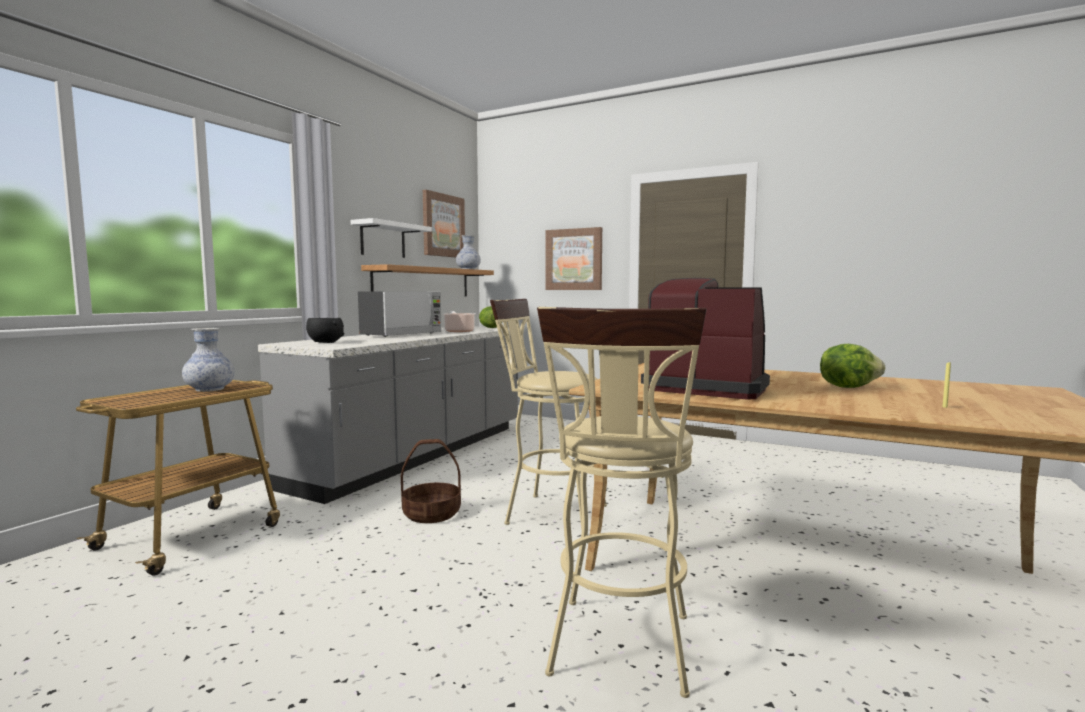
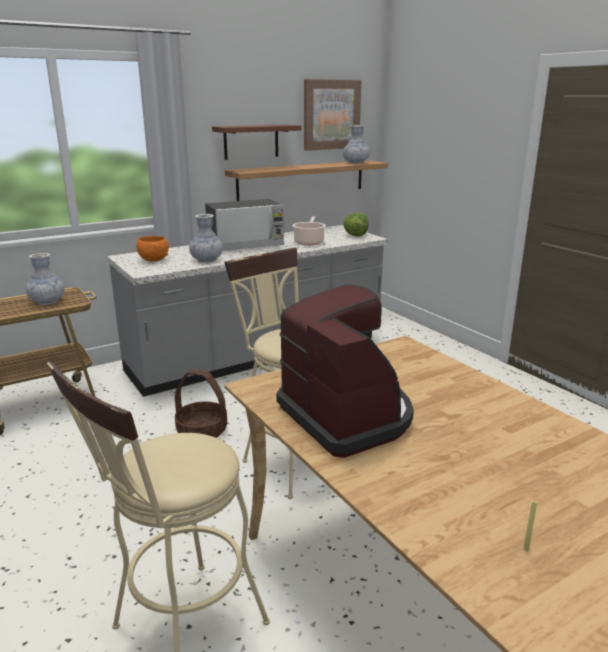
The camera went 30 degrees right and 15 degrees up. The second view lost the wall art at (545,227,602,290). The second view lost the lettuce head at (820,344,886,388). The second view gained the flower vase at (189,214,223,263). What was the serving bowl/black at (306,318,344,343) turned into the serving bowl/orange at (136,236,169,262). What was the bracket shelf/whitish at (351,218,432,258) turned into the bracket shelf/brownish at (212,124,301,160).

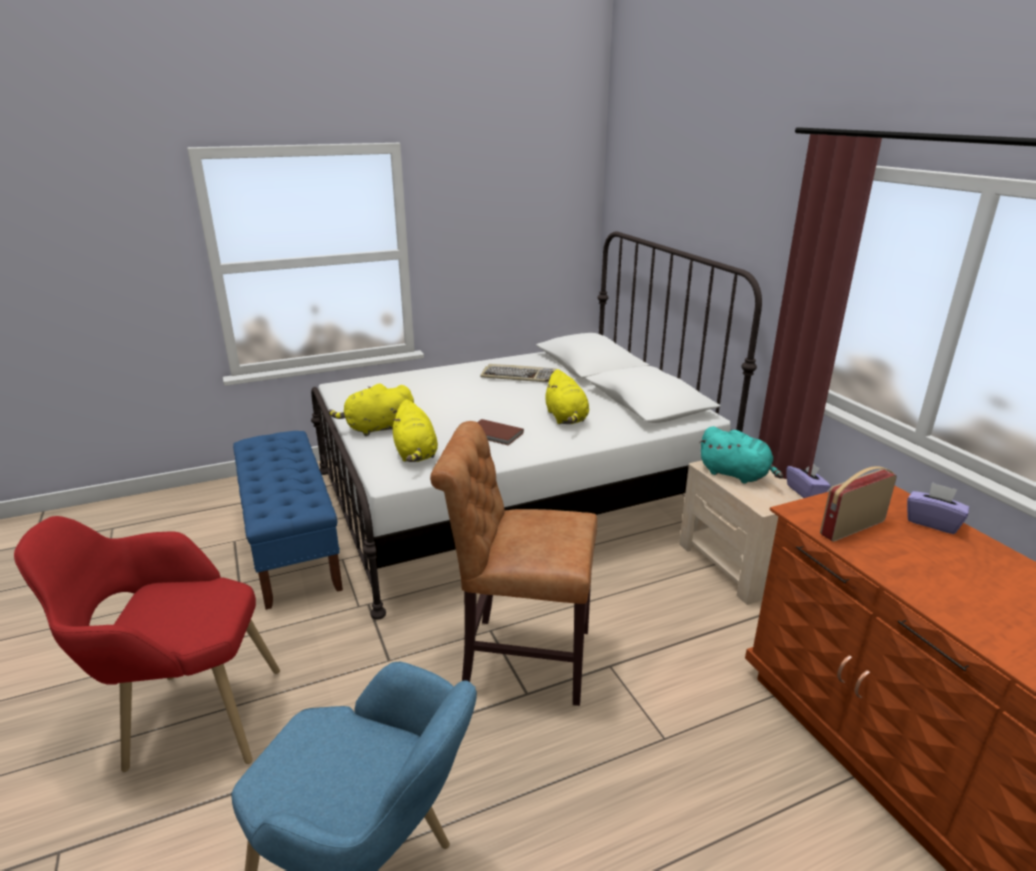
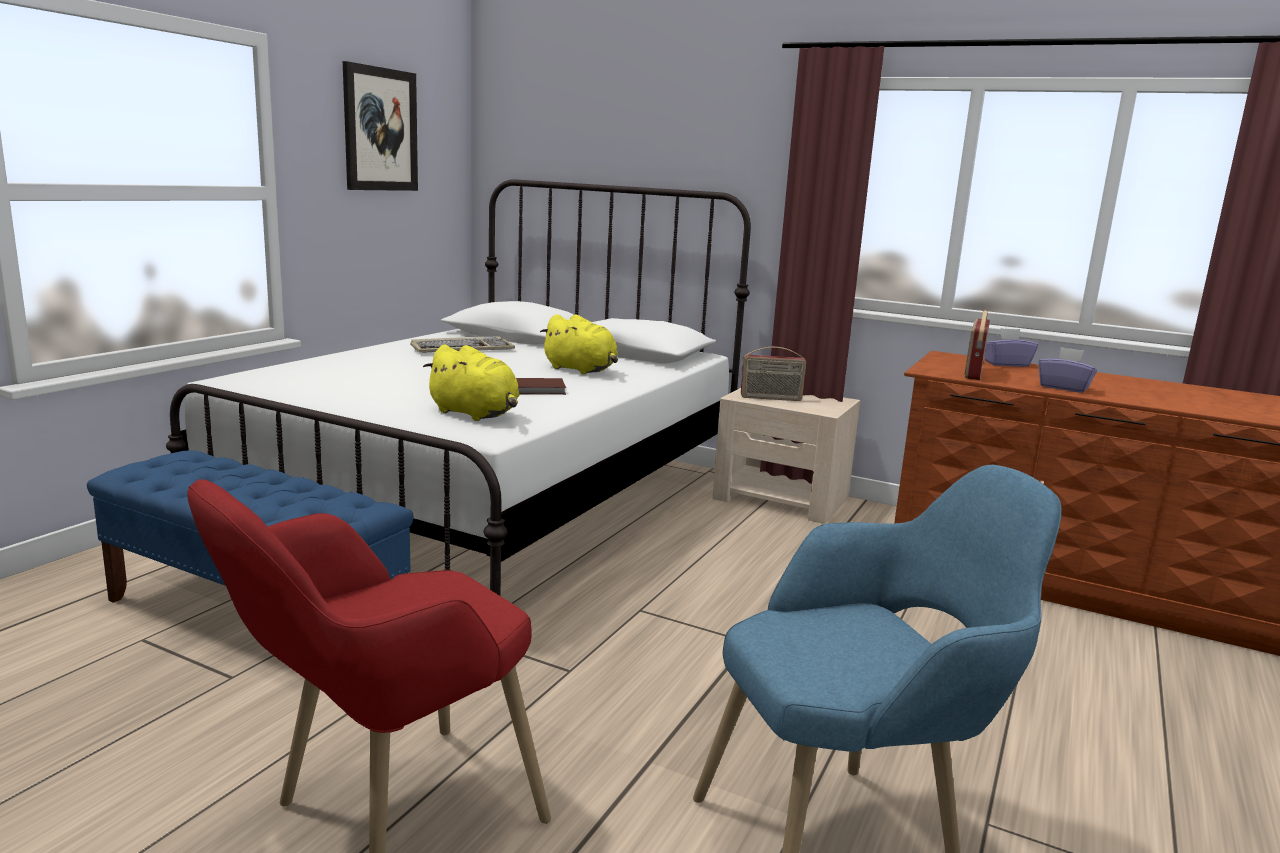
The camera went 40 degrees left and 10 degrees down. The second view lost the plush toy/yellowish at (329,383,414,436). The second view lost the chair/brownish at (430,421,597,706). The second view gained the wall art at (343,61,418,191). The tissue holder/purplish ended up elsewhere, having gone from (786,464,831,498) to (1038,347,1097,393). Where the plush toy/turquoise stood at (699,426,783,484), the radio receiver came to stand at (741,347,806,401).

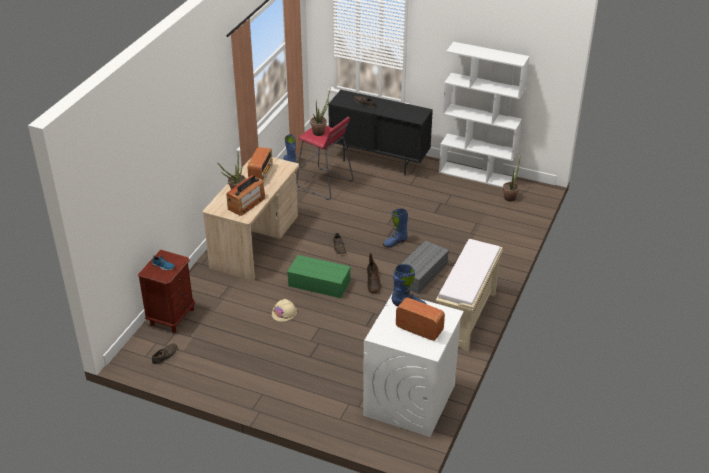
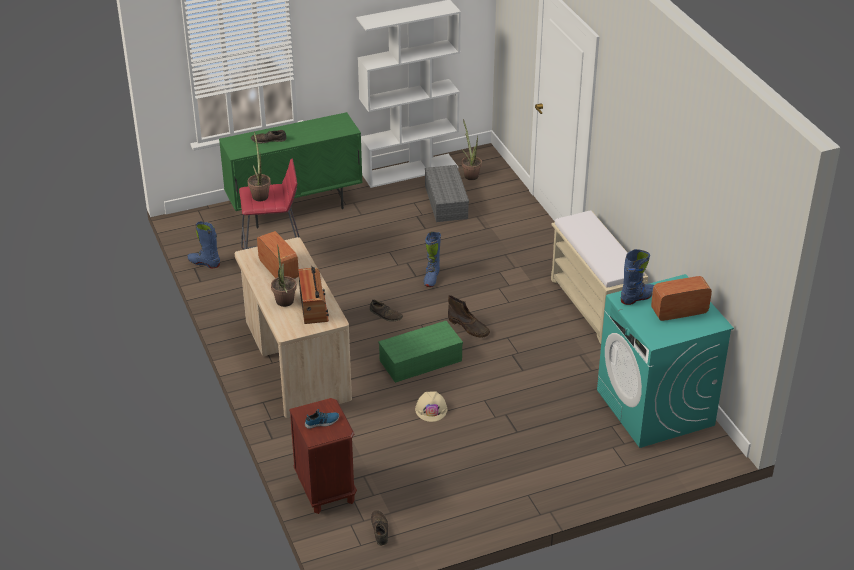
The camera went 45 degrees left and 0 degrees up. The storage container/greyish ended up elsewhere, having gone from (401,240,449,294) to (425,165,469,222). What was the cupboard/black at (328,90,433,176) turned into the cupboard/greenish at (219,112,363,228). What was the laundry appliance/whitish at (363,295,464,437) turned into the laundry appliance/turquoise at (597,274,734,448).

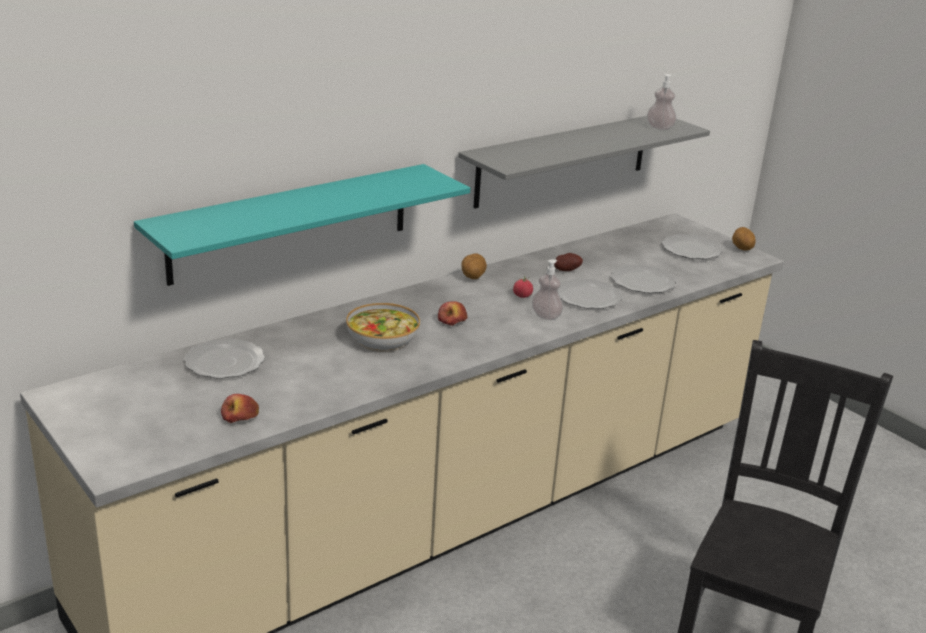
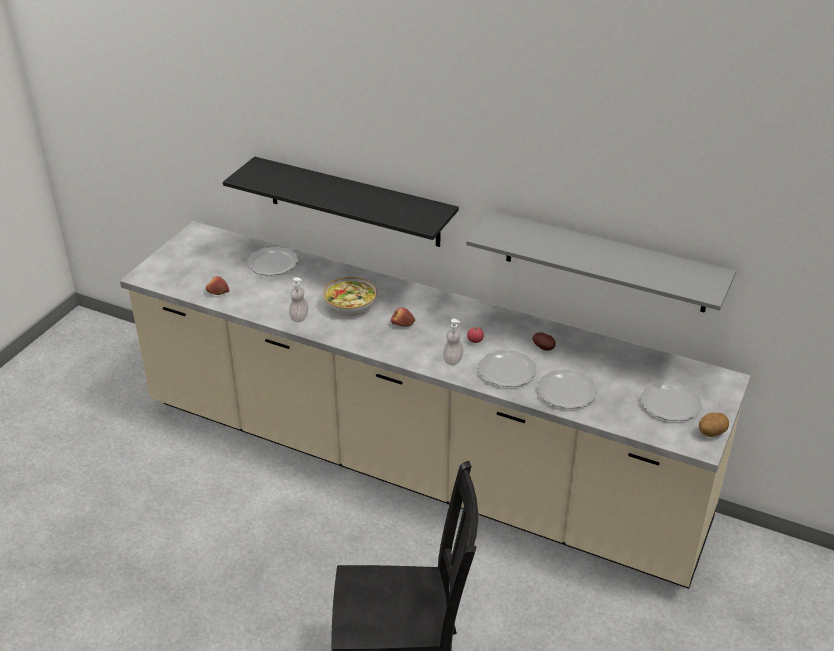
The camera went 65 degrees right and 10 degrees up. The second view lost the potato at (461,254,487,279). The soap dispenser ended up elsewhere, having gone from (647,74,676,130) to (289,277,309,322). What was the bracket shelf/turquoise at (134,164,470,286) turned into the bracket shelf/black at (223,157,459,247).

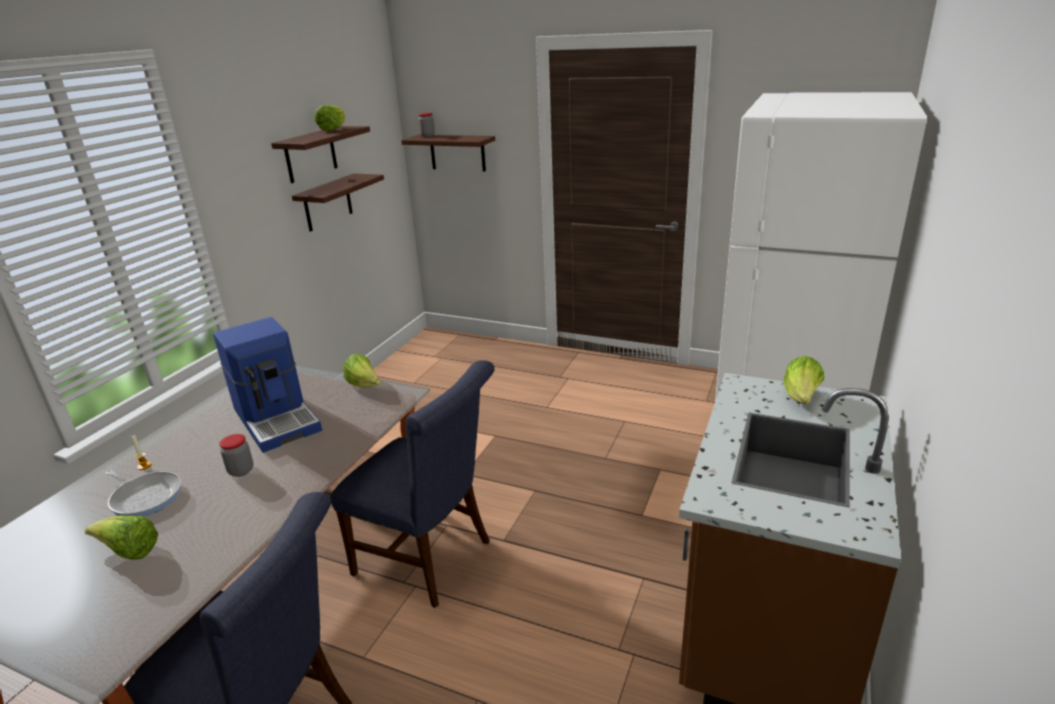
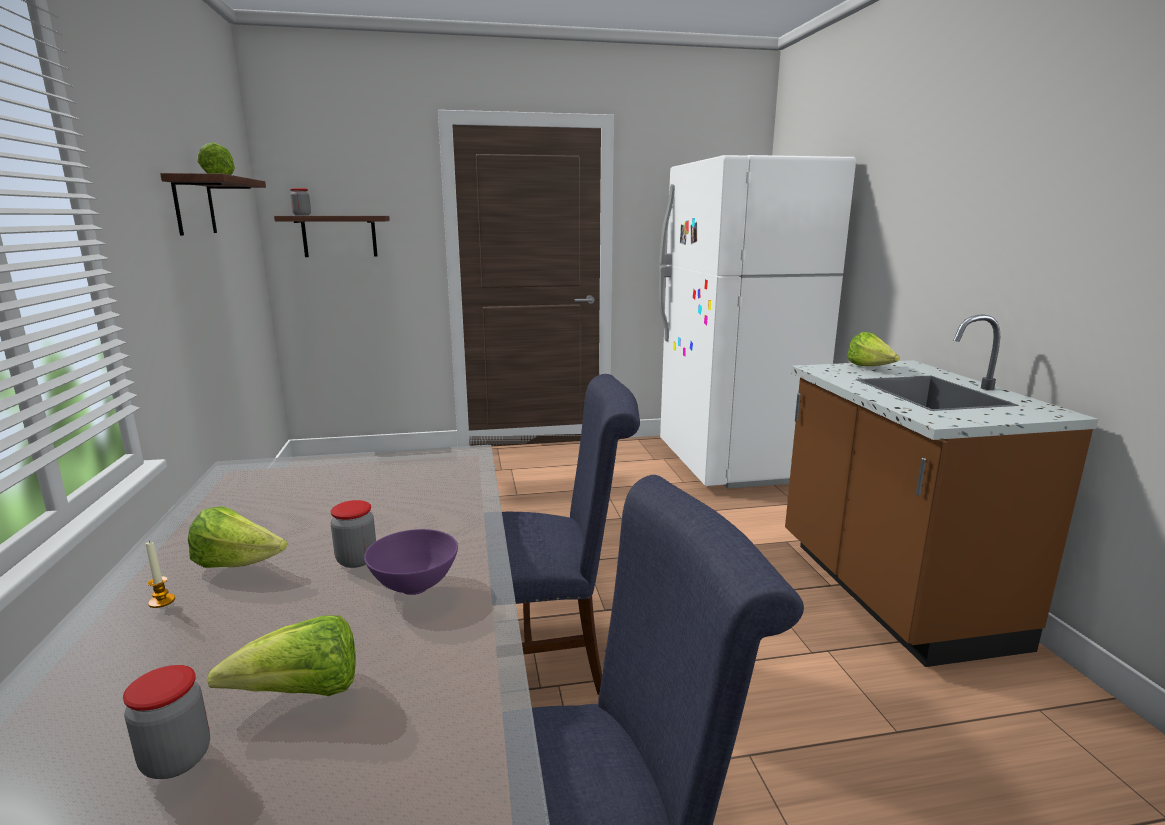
The camera went 35 degrees left and 10 degrees down. The second view lost the pan at (105,470,181,517). The second view lost the coffee machine at (213,317,322,453). The second view lost the bracket shelf at (292,173,384,232). The second view gained the preserve jar at (123,665,210,779). The second view gained the serving bowl/purplish at (364,529,458,595). The lettuce head ended up elsewhere, having gone from (343,354,381,388) to (188,506,287,568).

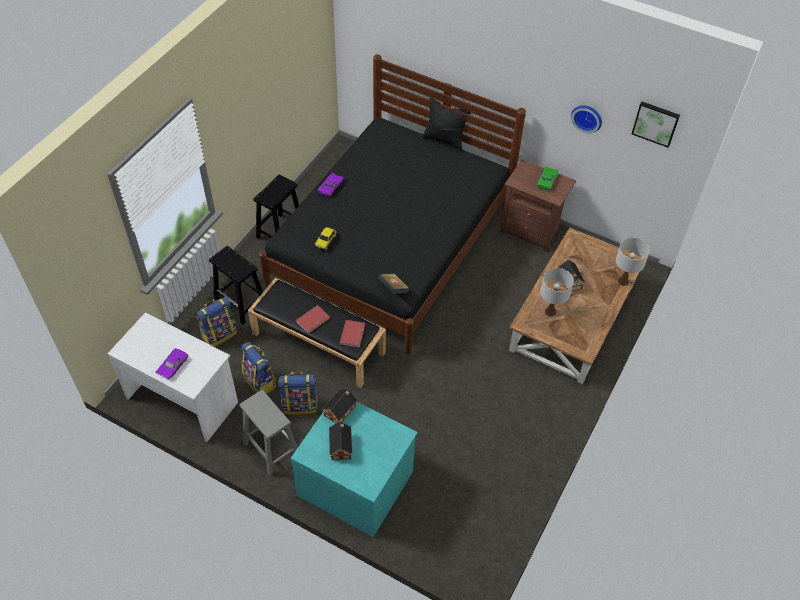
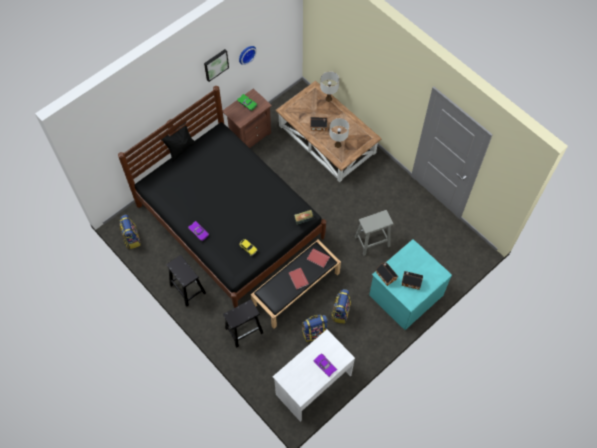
The camera went 70 degrees left and 10 degrees up. The knapsack ended up elsewhere, having gone from (197,297,237,347) to (120,214,141,249). The stool/greyish ended up elsewhere, having gone from (240,390,298,476) to (355,210,393,256). The wall art ended up elsewhere, having gone from (632,102,680,148) to (204,49,229,82).

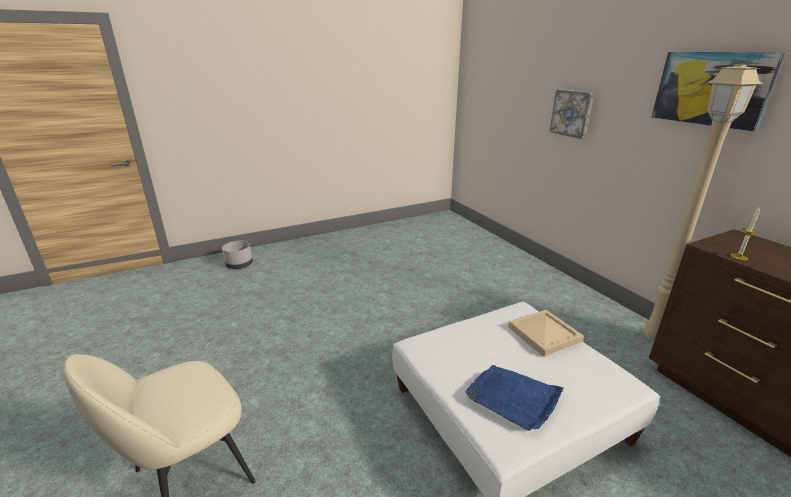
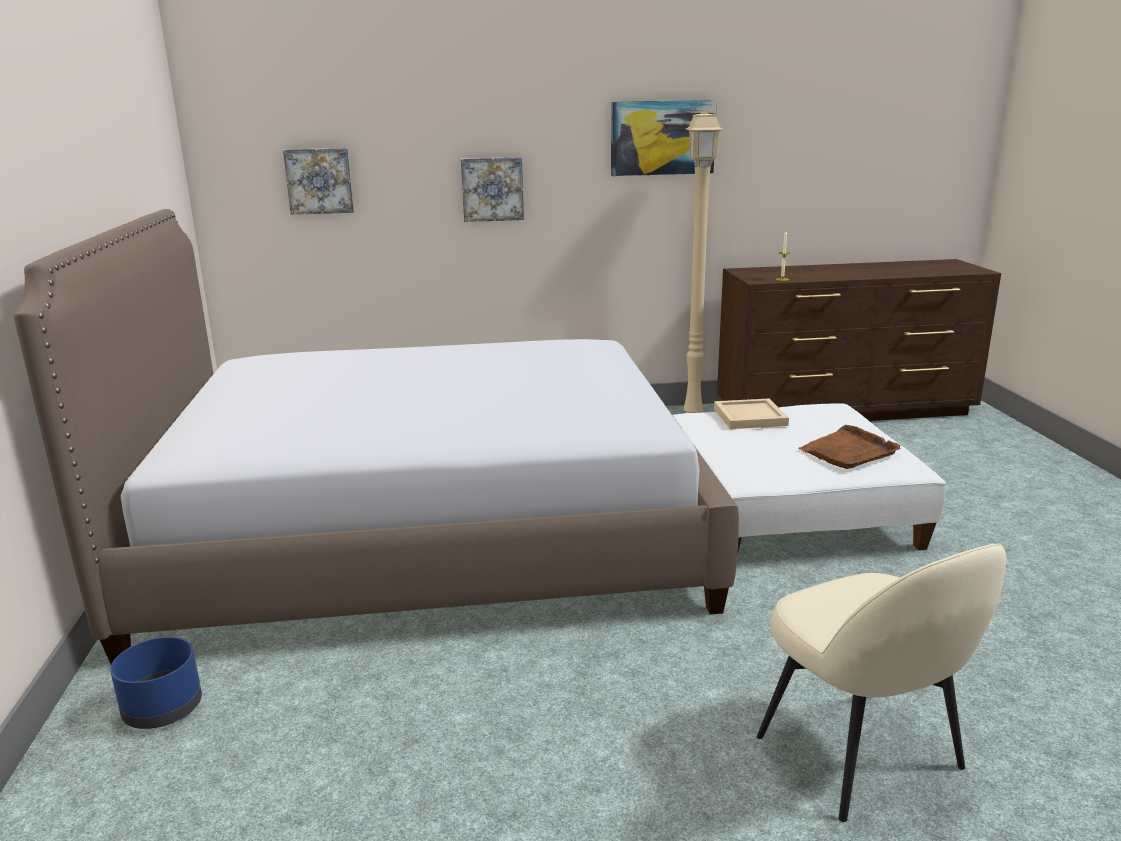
The camera went 70 degrees left and 5 degrees down. The second view gained the bedroom bed at (14,209,739,664). The second view gained the wall art at (283,148,354,215). What was the planter/greyish at (222,241,253,269) turned into the planter/bluish at (110,637,202,729). What was the serving tray/bluish at (466,365,564,431) turned into the serving tray/brownish at (798,425,901,469).

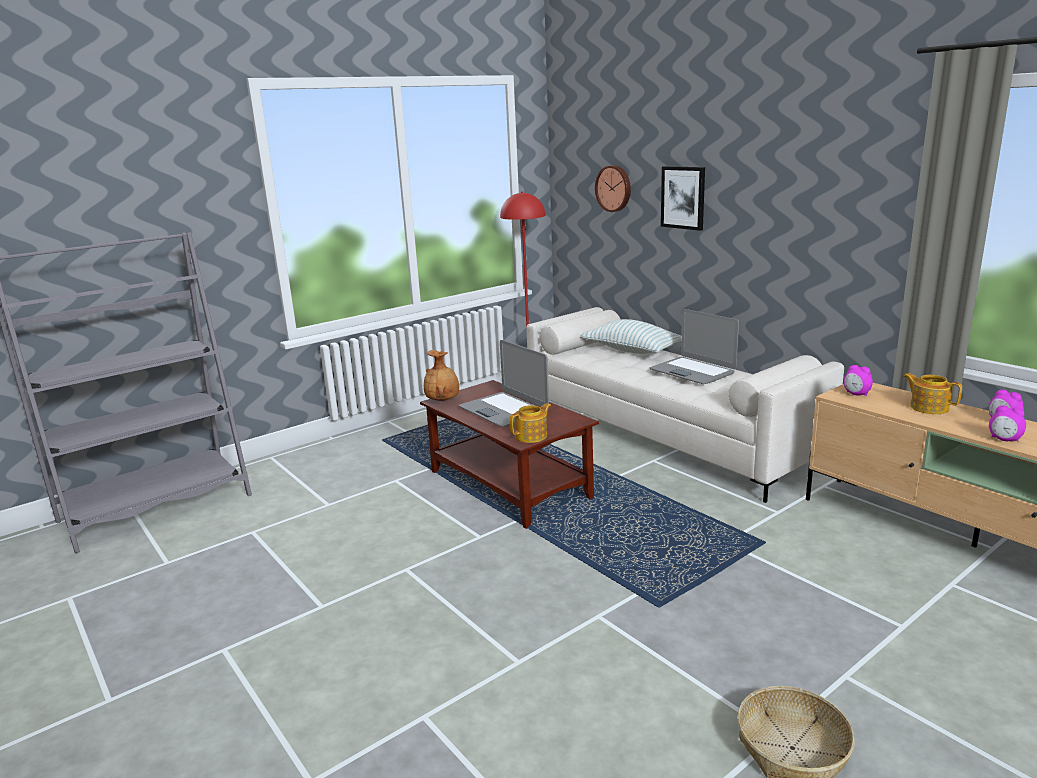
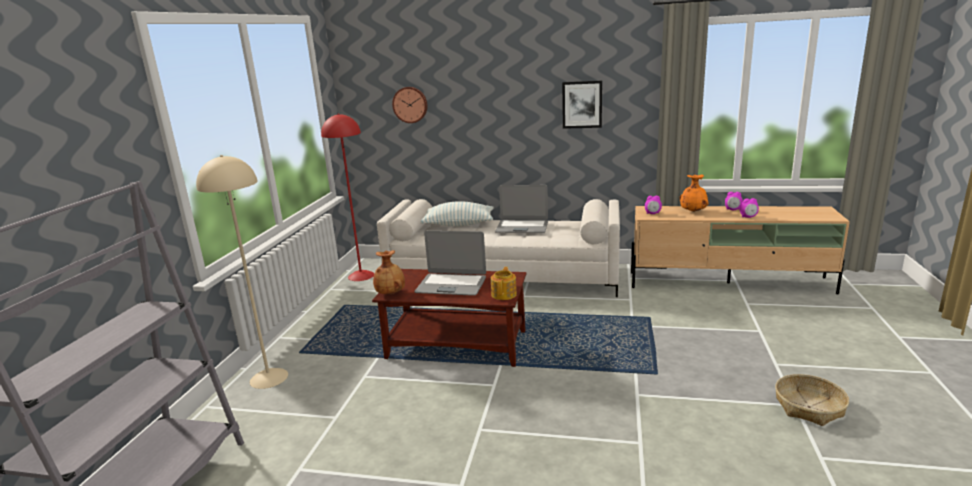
The camera went 40 degrees left and 0 degrees up. The second view gained the standing lamp/beige at (196,155,288,389). The wall art ended up elsewhere, having gone from (661,166,705,231) to (562,80,602,129). Where the tea pot stood at (903,373,962,414), the flower vase/orange came to stand at (679,175,709,212).

